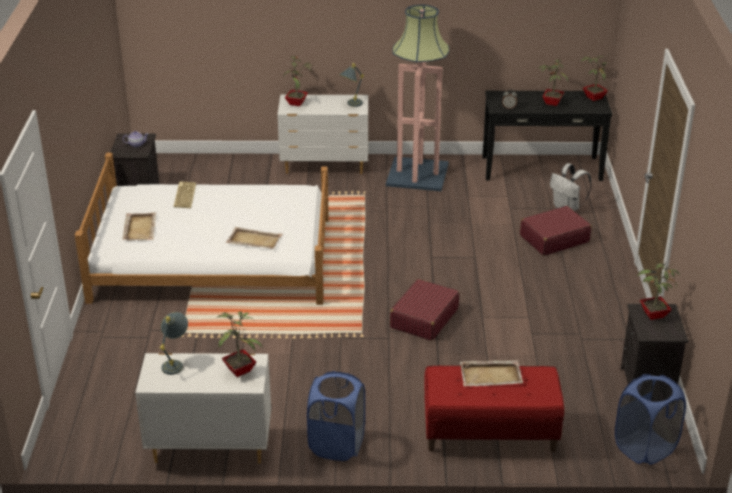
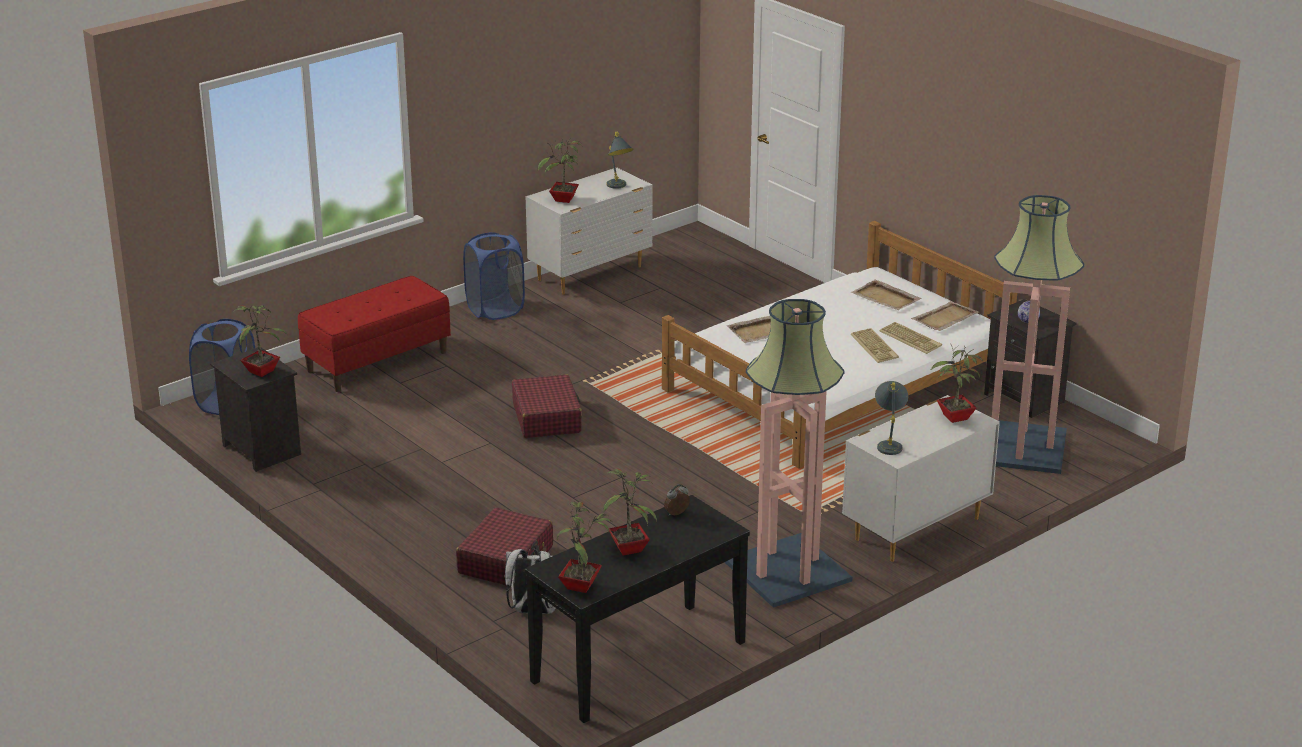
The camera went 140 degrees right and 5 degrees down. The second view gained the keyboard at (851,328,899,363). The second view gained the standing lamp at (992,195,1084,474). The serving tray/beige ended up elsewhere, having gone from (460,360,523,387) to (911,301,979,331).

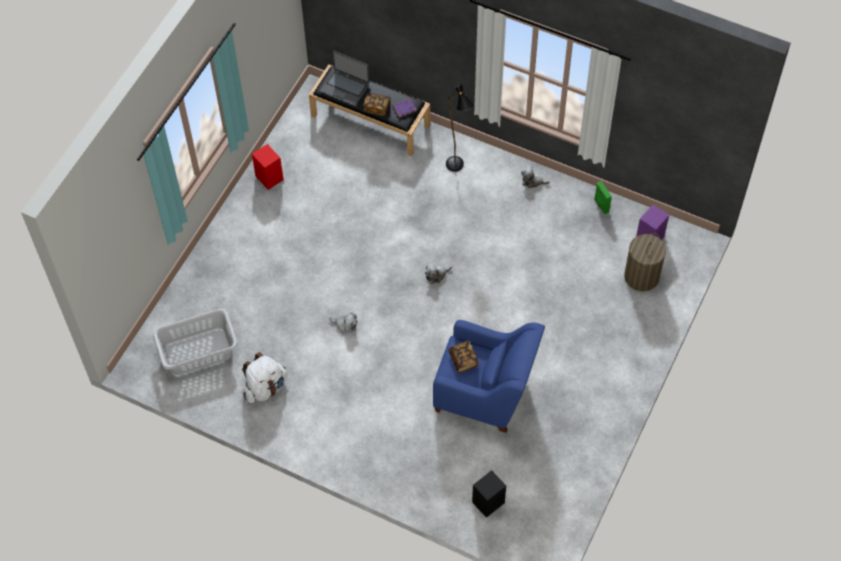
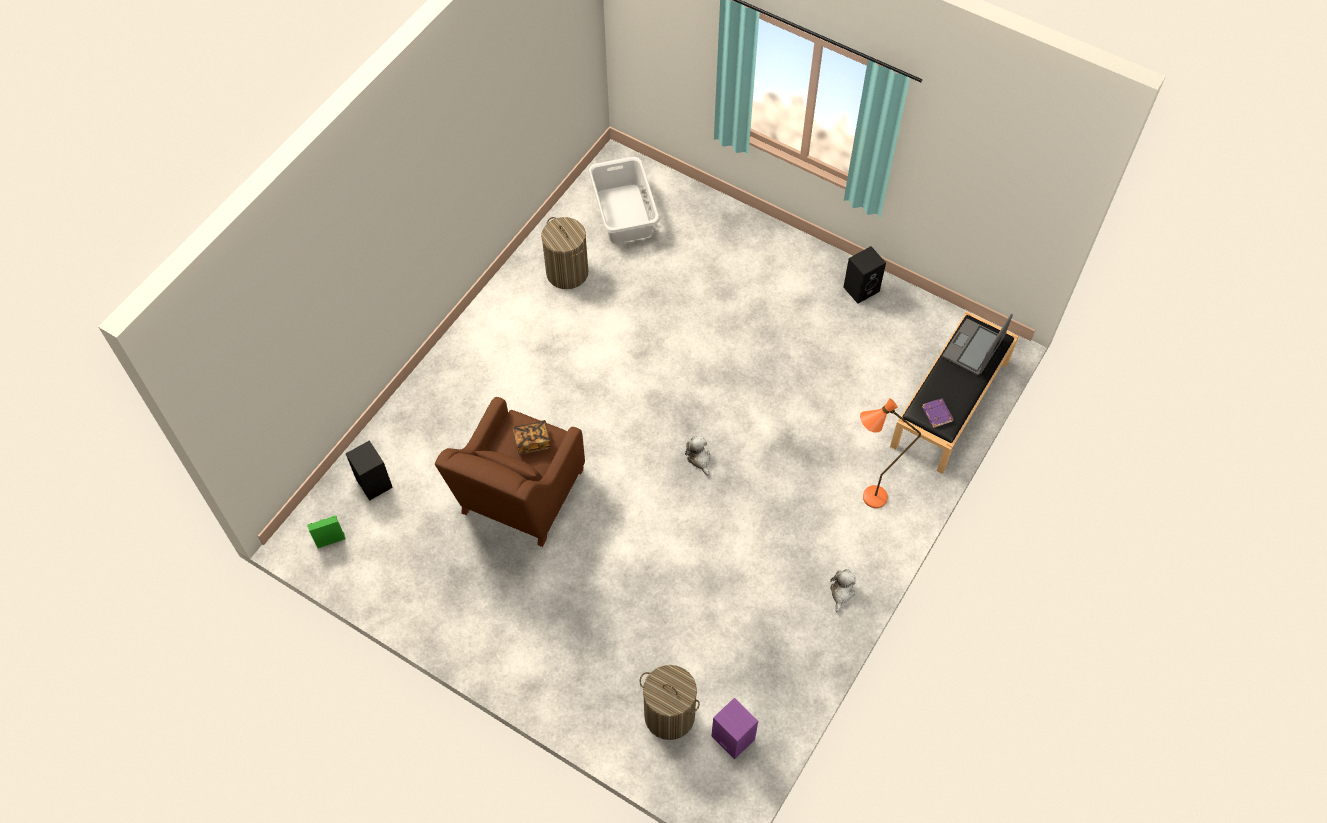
The camera went 95 degrees right and 0 degrees up. The second view lost the plush toy at (329,313,357,334). The second view lost the volume at (363,93,391,116). The loudspeaker/greenish ended up elsewhere, having gone from (594,181,612,214) to (307,515,345,548). Where the knapsack/whitish stood at (242,352,287,403), the washing basket came to stand at (541,217,588,289). What was the loudspeaker/red-coloured at (252,144,284,190) turned into the loudspeaker/black at (843,246,886,304). What was the armchair/bluish at (433,320,545,433) turned into the armchair/brownish at (435,397,585,547). What was the standing lamp/black at (446,84,474,172) turned into the standing lamp/orange at (860,398,921,508).

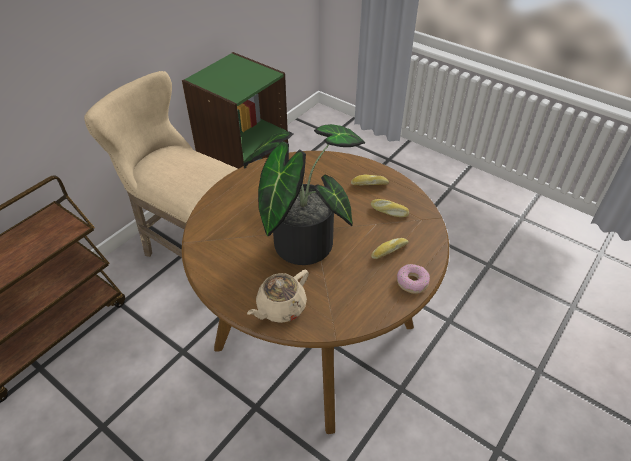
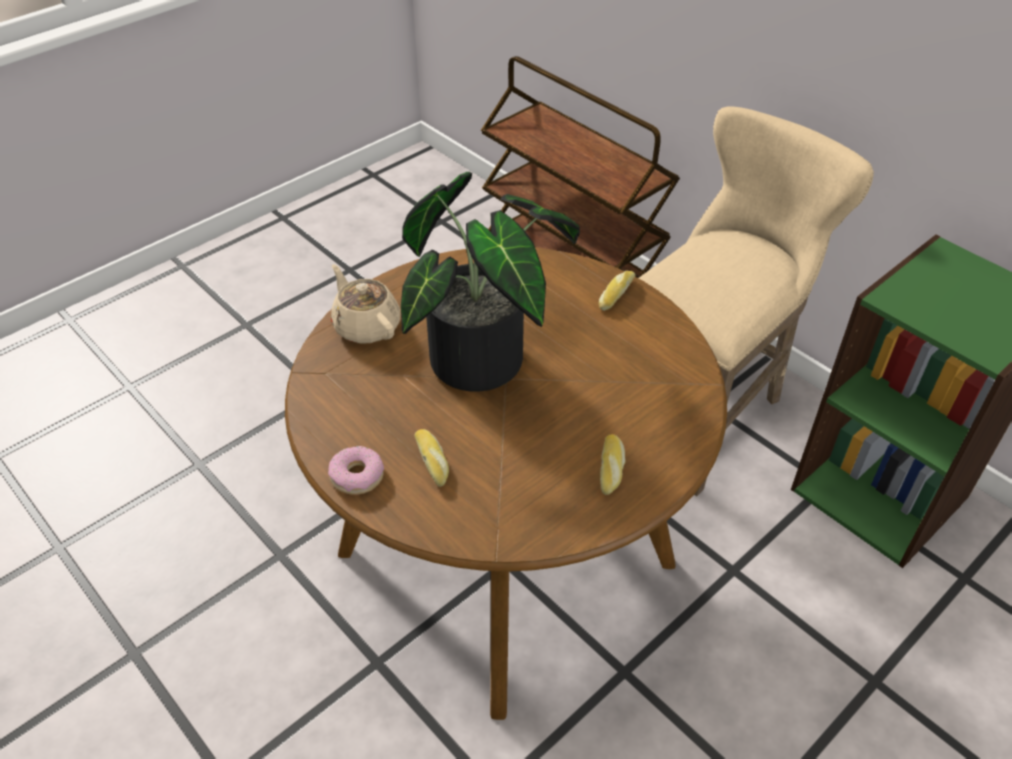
The camera went 100 degrees right and 0 degrees up. The bread ended up elsewhere, having gone from (371,199,409,217) to (599,271,635,311).

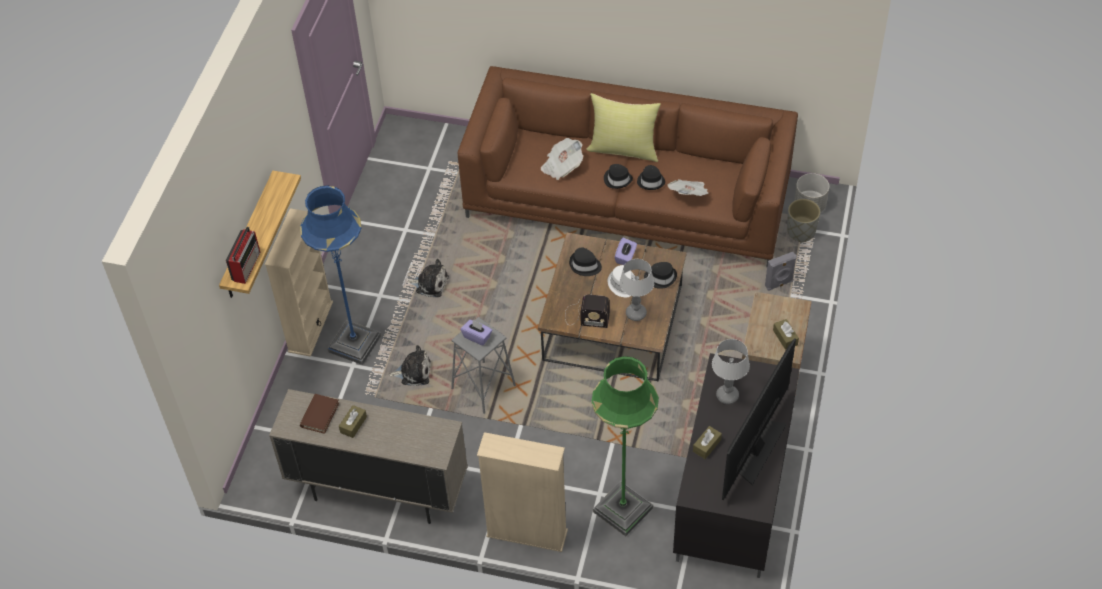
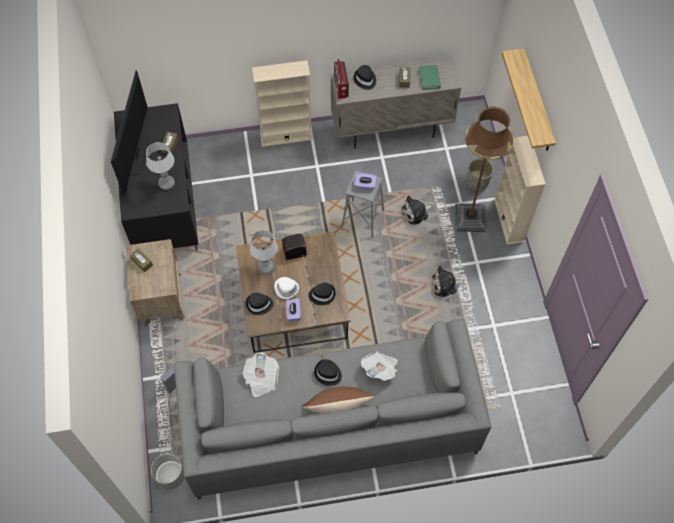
The camera went 155 degrees right and 10 degrees up. The second view lost the standing lamp/greenish at (591,356,659,536). The radio receiver ended up elsewhere, having gone from (226,226,261,284) to (334,59,349,99). The hat/black ended up elsewhere, having gone from (637,165,665,190) to (354,65,376,90). The planter/greyish ended up elsewhere, having gone from (787,199,820,242) to (467,158,494,191). What was the standing lamp/bluish at (300,185,381,365) turned into the standing lamp/brownish at (455,106,514,232). What was the volume/brownish at (300,394,339,434) turned into the volume/greenish at (419,65,441,90). What was the couch/brownish at (458,66,798,268) turned into the couch/greyish at (174,319,492,500). What was the cushion/yellowish at (586,93,661,162) turned into the cushion/brownish at (302,387,374,413).

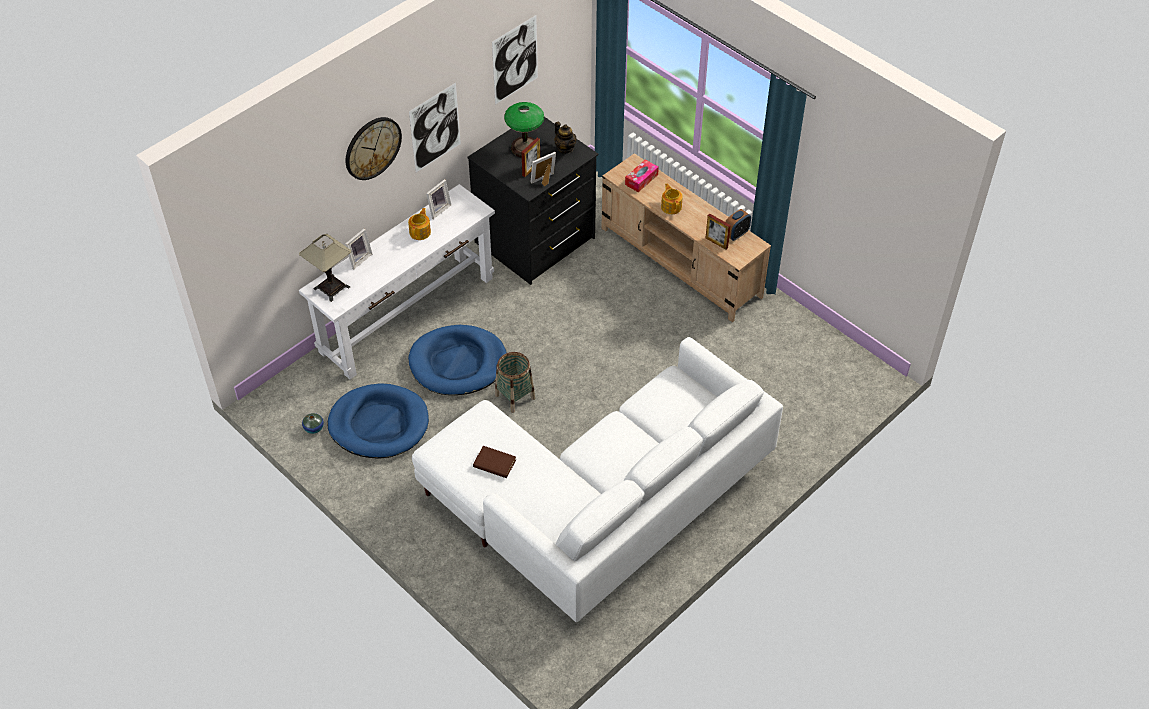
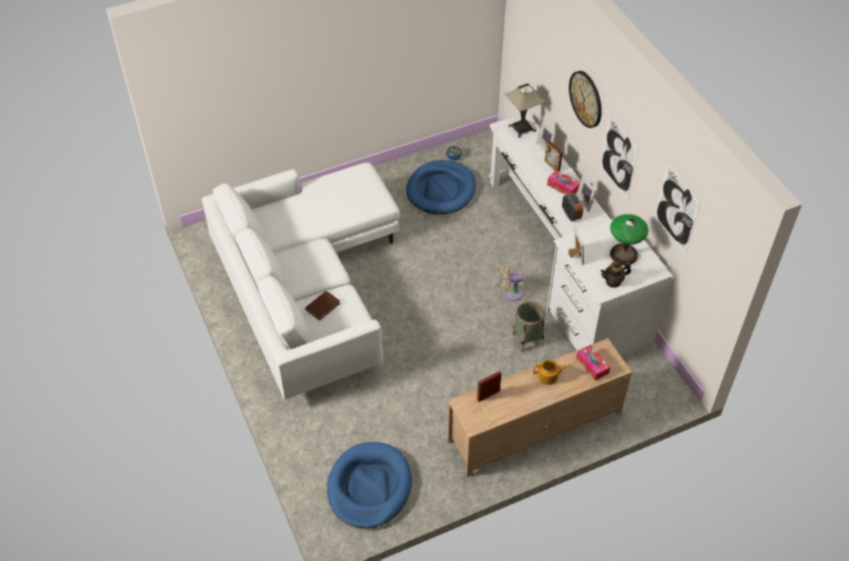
The camera went 110 degrees right and 0 degrees up. The second view gained the fan/beige at (501,264,524,301). The pet bed/bluish ended up elsewhere, having gone from (408,325,507,395) to (327,442,412,529). The volume/brownish ended up elsewhere, having gone from (473,446,516,478) to (305,291,340,321). The basket ended up elsewhere, having gone from (495,352,535,413) to (512,301,545,352). The picture frame ended up elsewhere, having gone from (521,138,540,177) to (545,140,563,172). The bedside clock ended up elsewhere, having gone from (725,209,751,241) to (562,193,583,221). Where the tea pot stood at (408,208,431,240), the tissue holder came to stand at (547,170,580,195). What was the chest of drawers/black at (467,117,598,285) turned into the chest of drawers/whitish at (547,219,672,358).

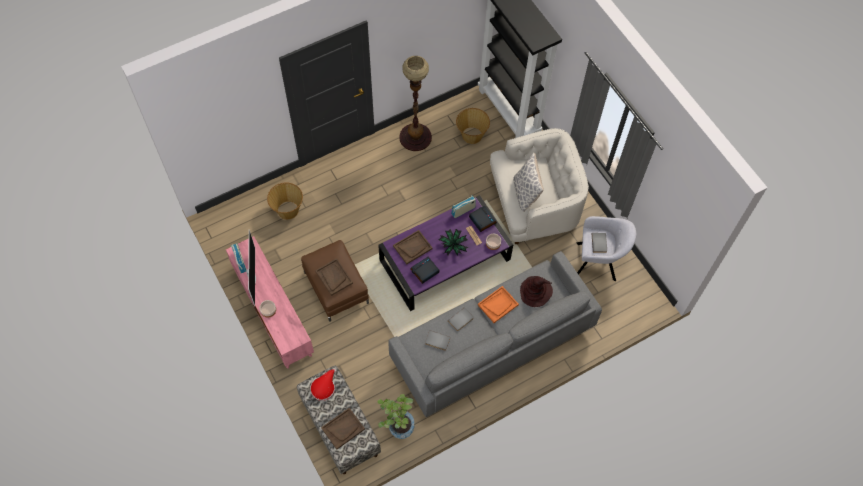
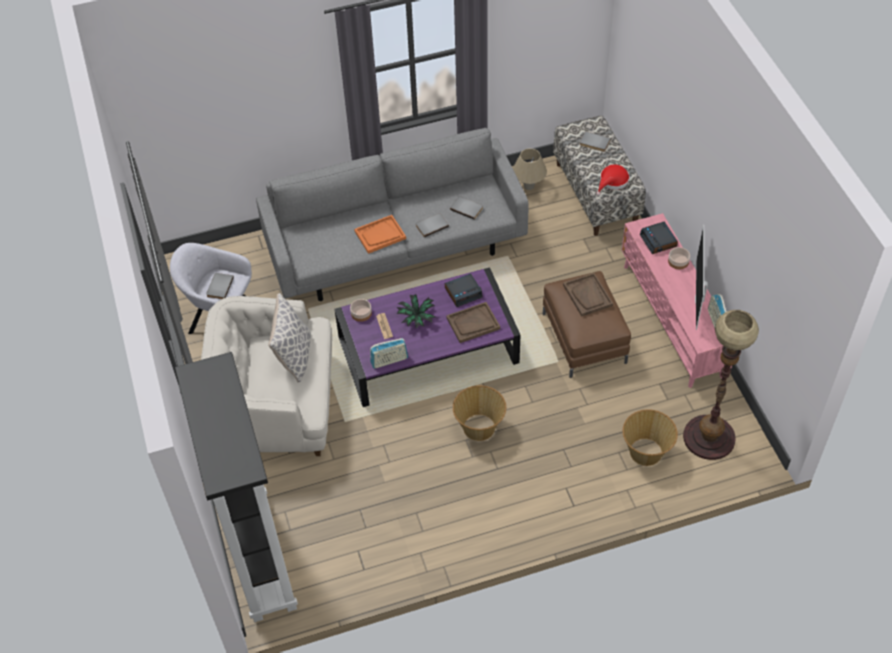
The camera went 165 degrees left and 10 degrees down. The second view lost the hat/brownish at (520,276,553,307). The standing lamp ended up elsewhere, having gone from (399,56,432,151) to (683,310,759,460). The basket ended up elsewhere, having gone from (456,108,490,144) to (453,385,506,441). The bedside clock ended up elsewhere, having gone from (469,206,497,232) to (640,222,678,254). Where the serving tray/brownish stood at (321,408,365,449), the volume/greyish came to stand at (580,131,611,152). Where the plant in a pot stood at (377,394,414,439), the lamp for a table/beige came to stand at (513,148,547,190).

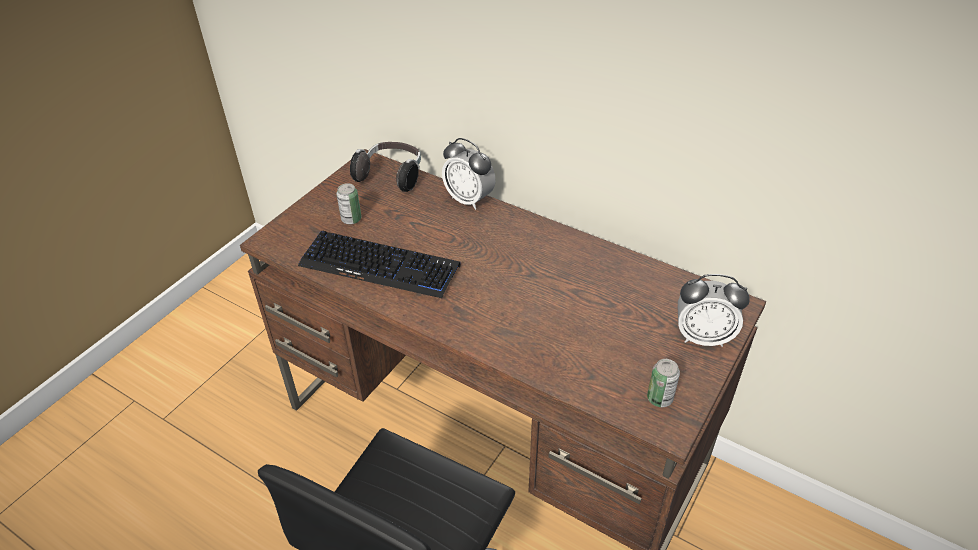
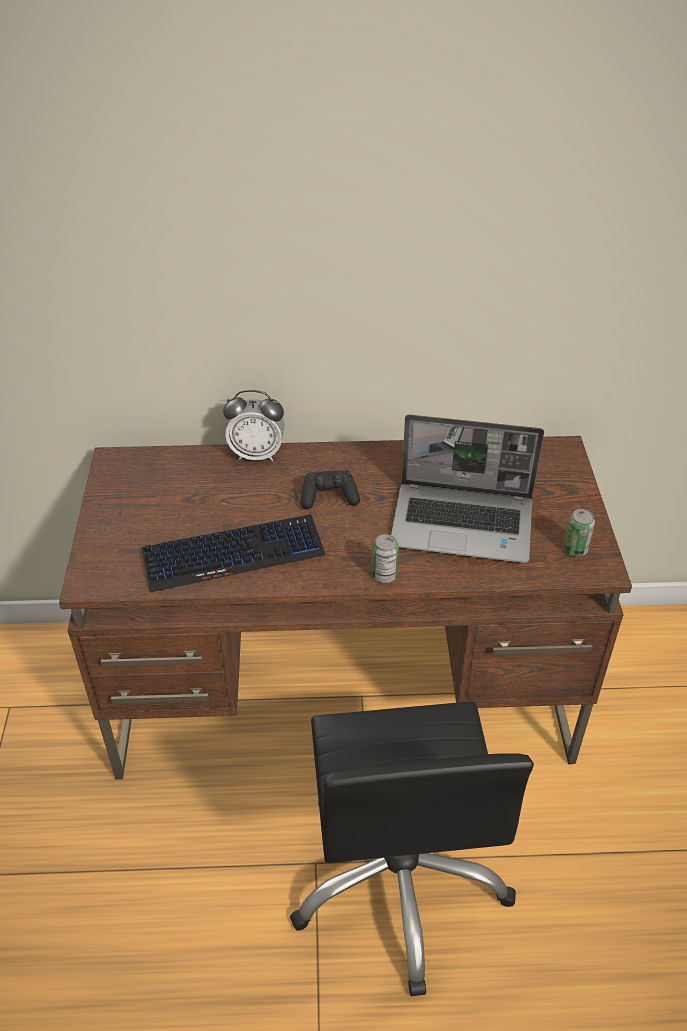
The camera went 35 degrees left and 0 degrees up. The second view lost the headphones at (350,142,421,192). The second view lost the bedside clock at (678,274,750,347). The second view gained the gamepad/black at (301,470,360,509). The second view gained the notebook computer at (391,415,544,563). The sealed can ended up elsewhere, having gone from (336,183,362,224) to (372,534,399,583).

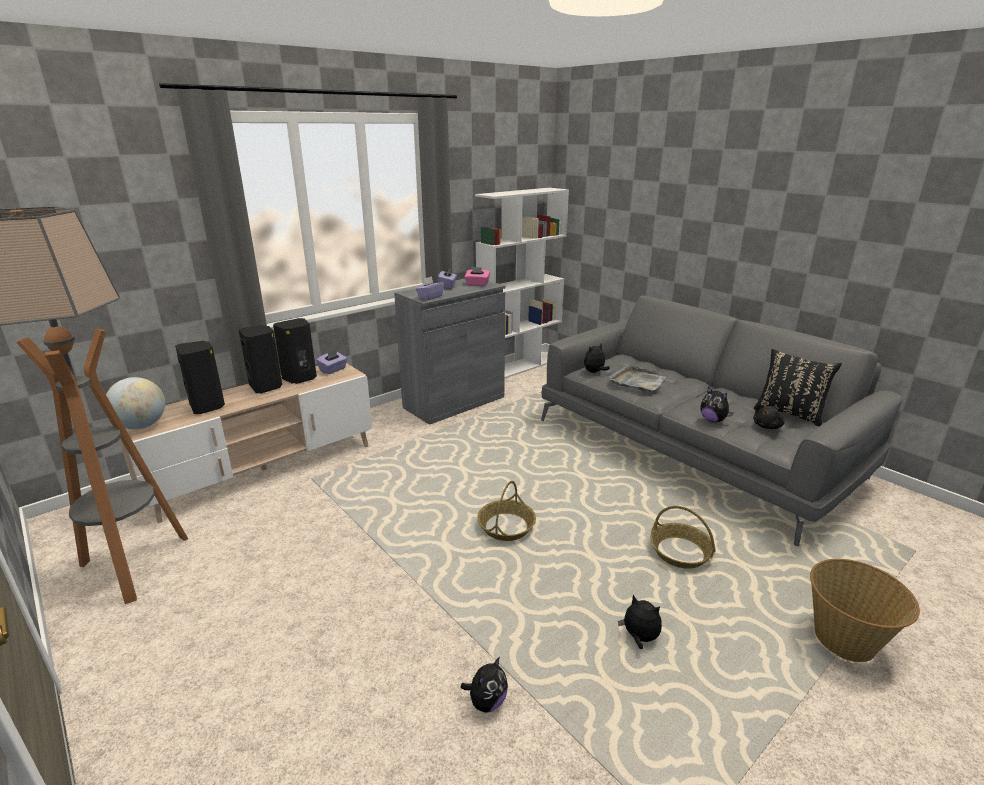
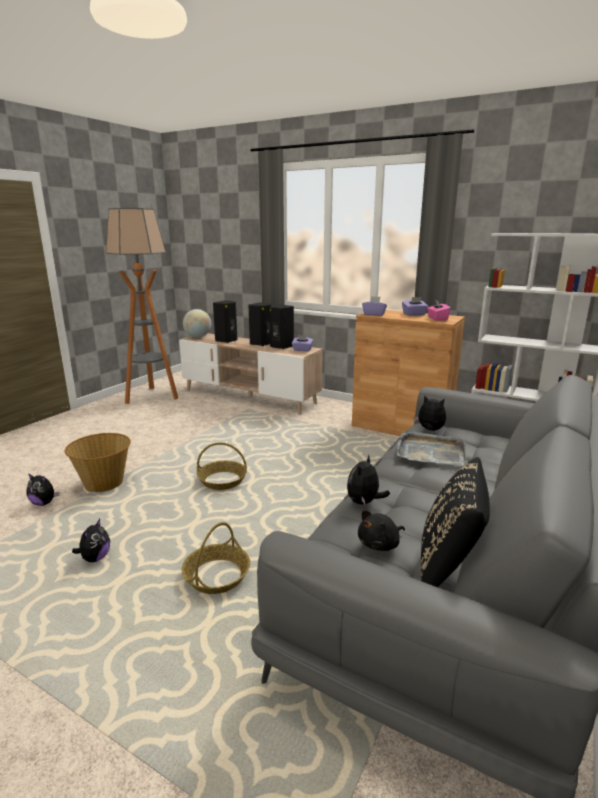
The camera went 70 degrees right and 5 degrees down. The basket ended up elsewhere, having gone from (810,559,920,662) to (65,433,131,492). What was the cupboard/greyish at (394,279,505,425) turned into the cupboard/brownish at (352,310,465,436). The plush toy/black at (753,404,784,429) ended up facing another way, 60 degrees counterclockwise from before.

